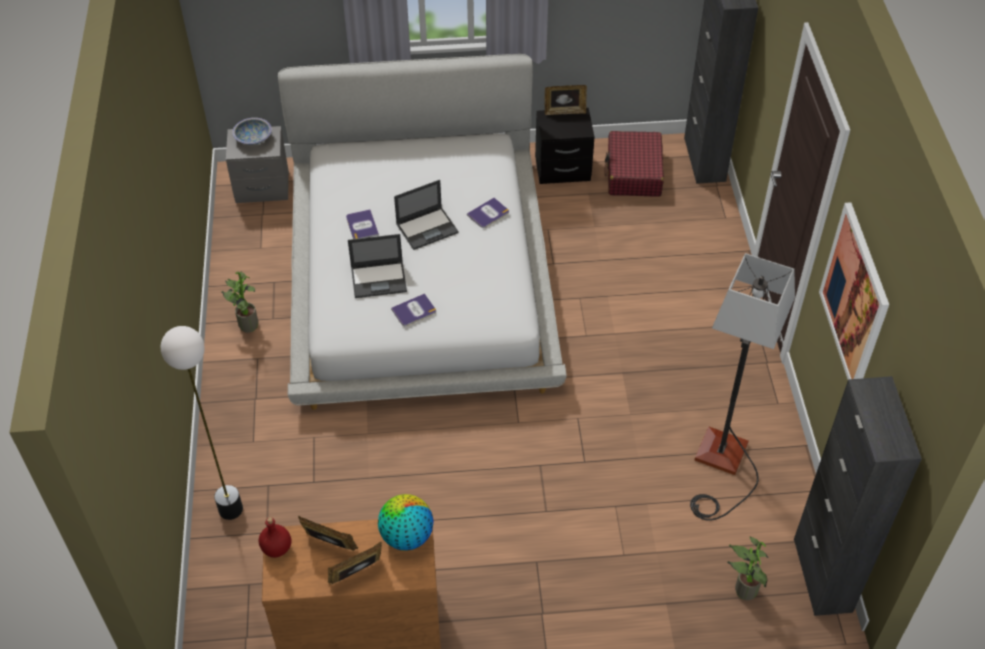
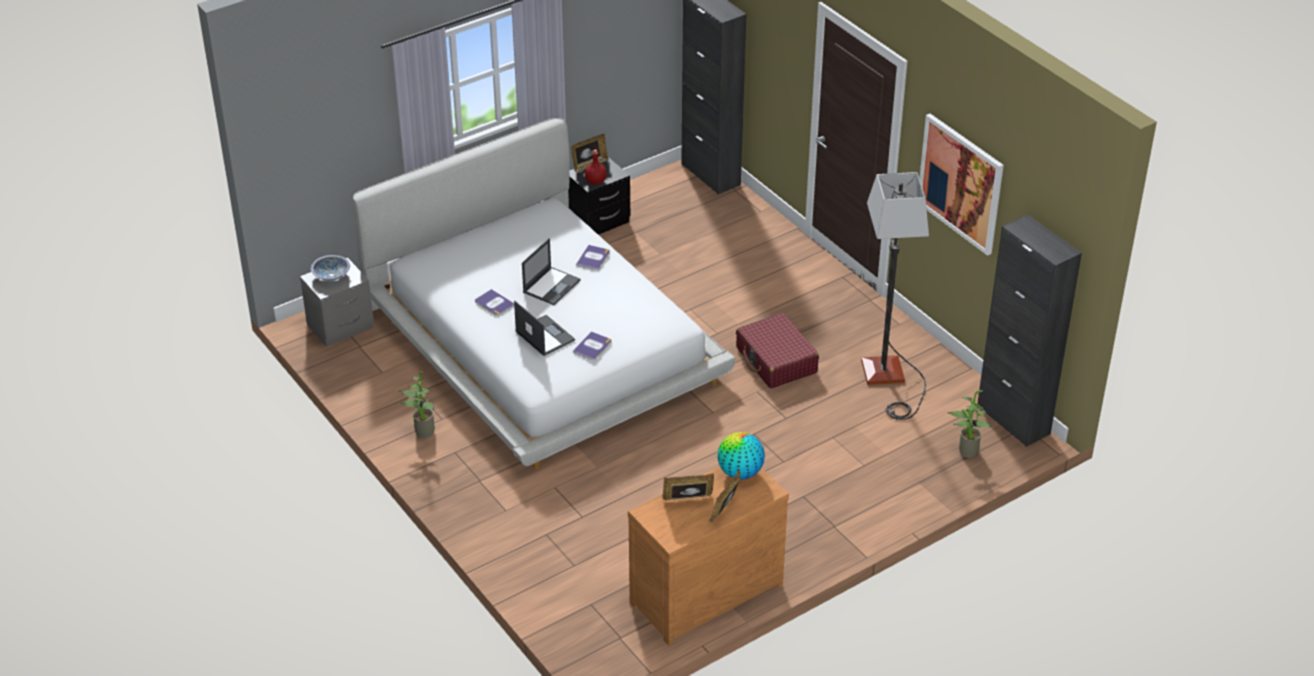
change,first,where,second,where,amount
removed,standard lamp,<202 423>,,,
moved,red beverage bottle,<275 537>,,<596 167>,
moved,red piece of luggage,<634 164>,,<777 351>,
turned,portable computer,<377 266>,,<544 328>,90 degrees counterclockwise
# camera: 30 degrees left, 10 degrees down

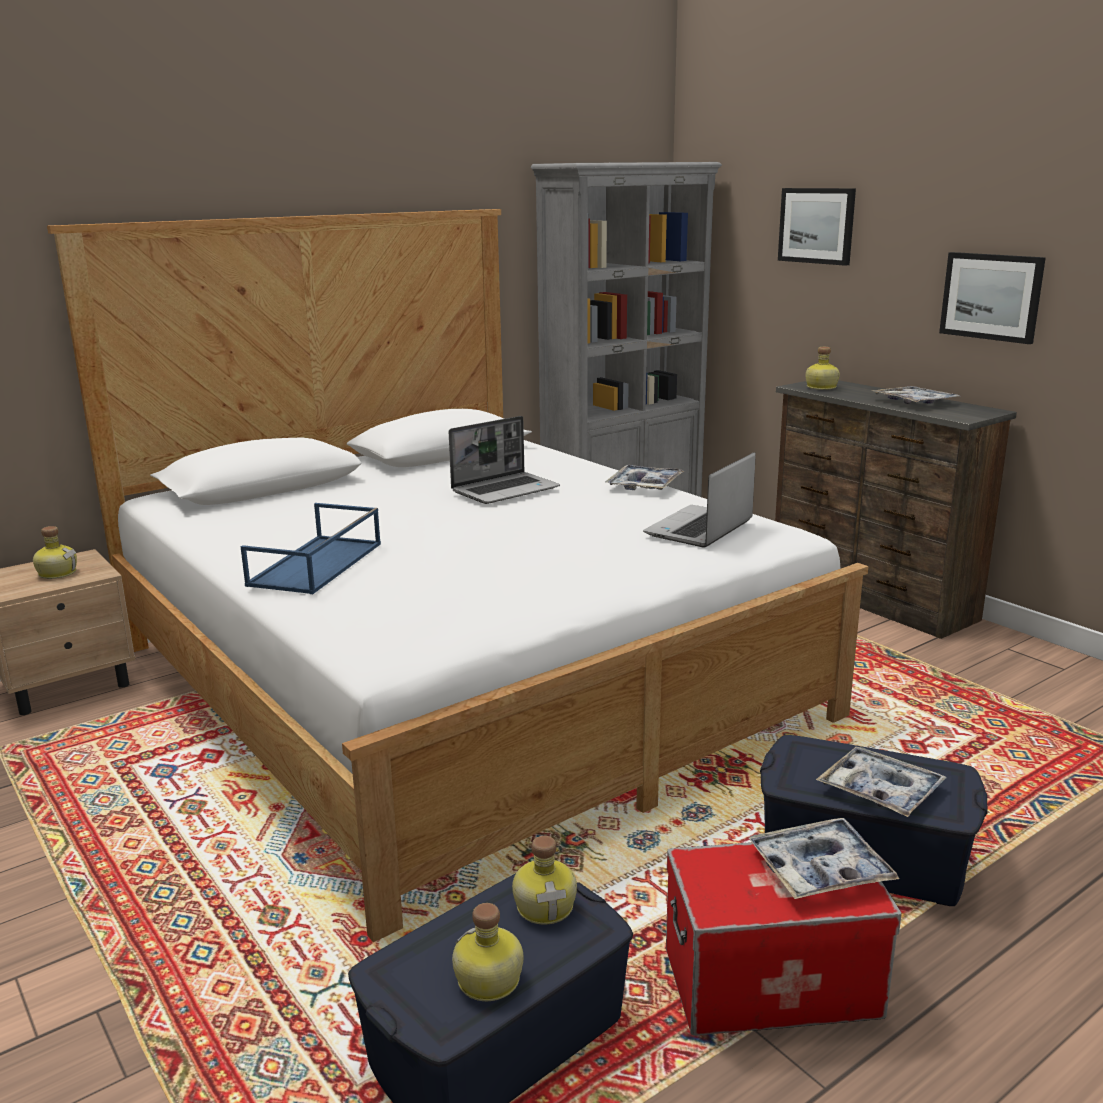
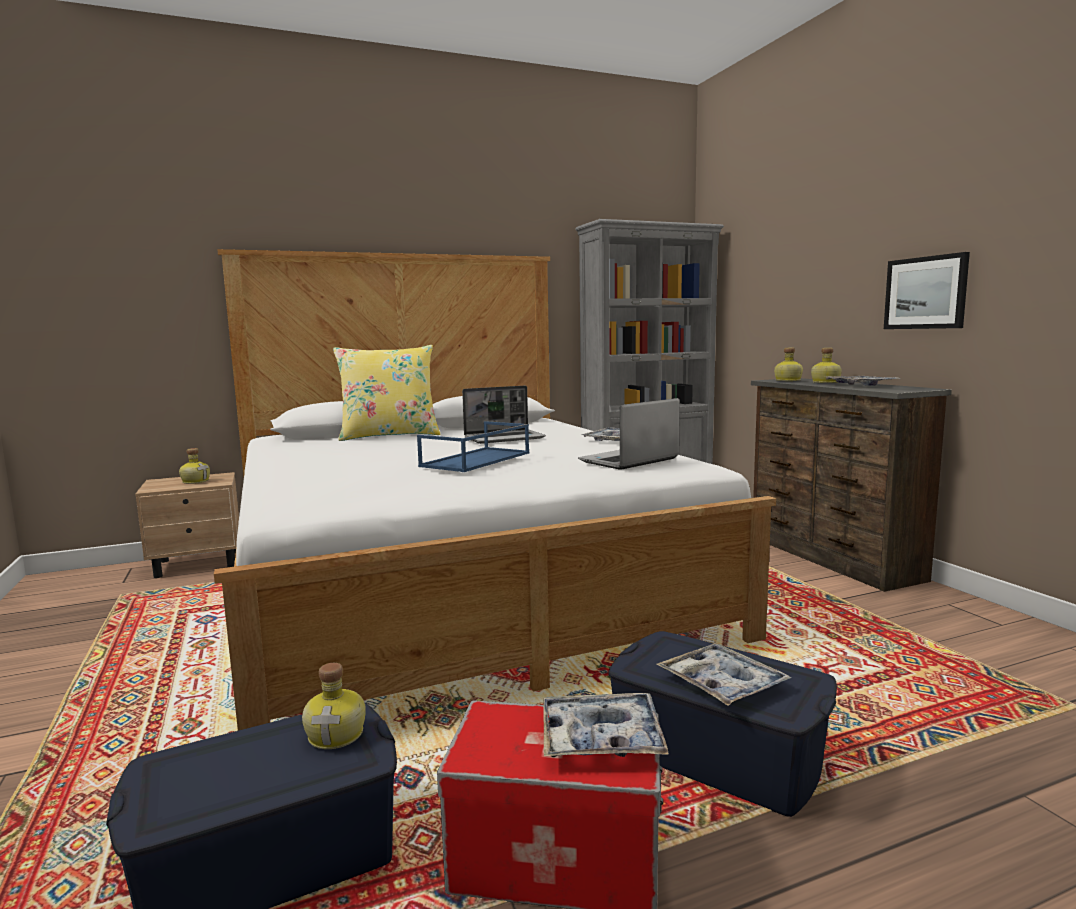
change,first,where,second,where,amount
removed,wall art,<817 227>,,,
added,,,yellowish throw pillow,<386 393>,
moved,bluish tray,<311 548>,,<473 446>,
moved,beverage bottle,<487 952>,,<826 365>,
# camera: 15 degrees right, 10 degrees down

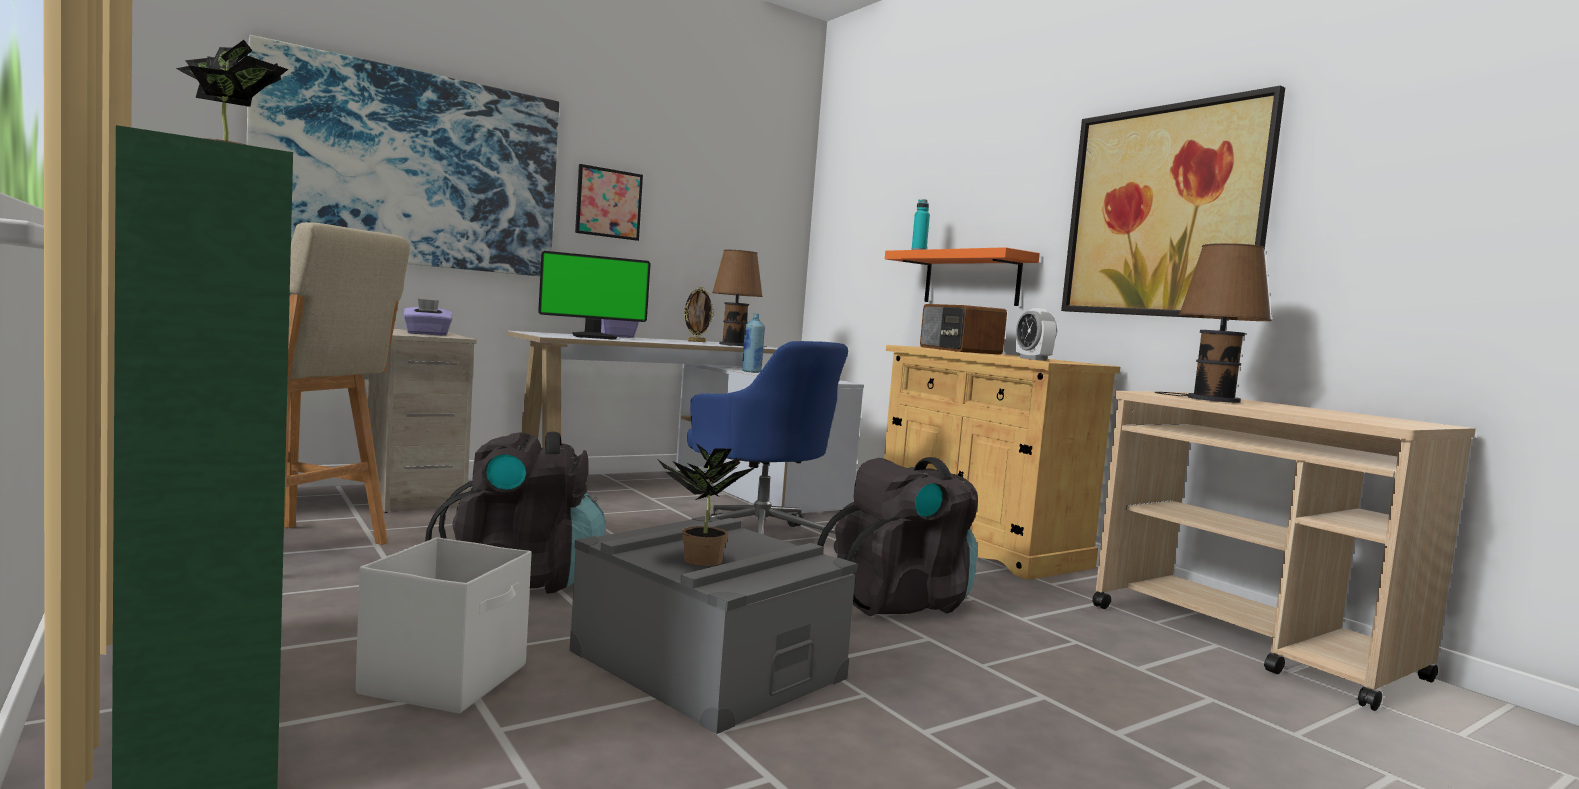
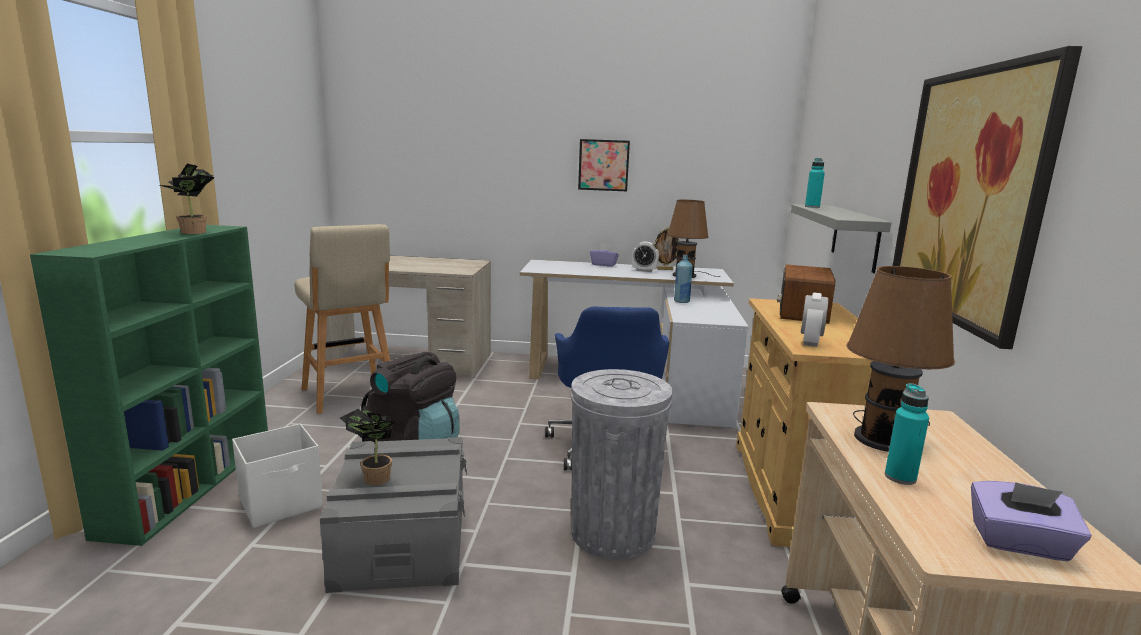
change,first,where,second,where,amount
removed,wall art,<403 155>,,,
removed,monitor,<594 295>,,,
added,,,alarm clock,<645 257>,
added,,,blue-green beverage bottle,<907 434>,
moved,purple tissue holder,<427 317>,,<1031 521>,
replaced,blackish rucksack,<897 536>,greyish trash can,<622 464>,
recoloured,orange-coloured bracket shelf,<962 276>,greyish bracket shelf,<841 238>,
# camera: 40 degrees right, 10 degrees up

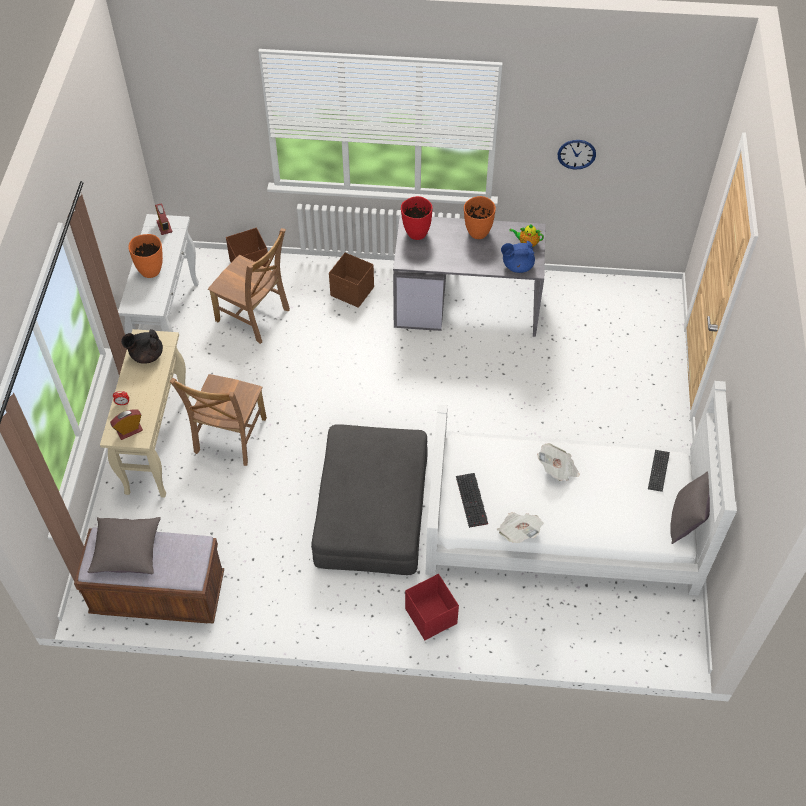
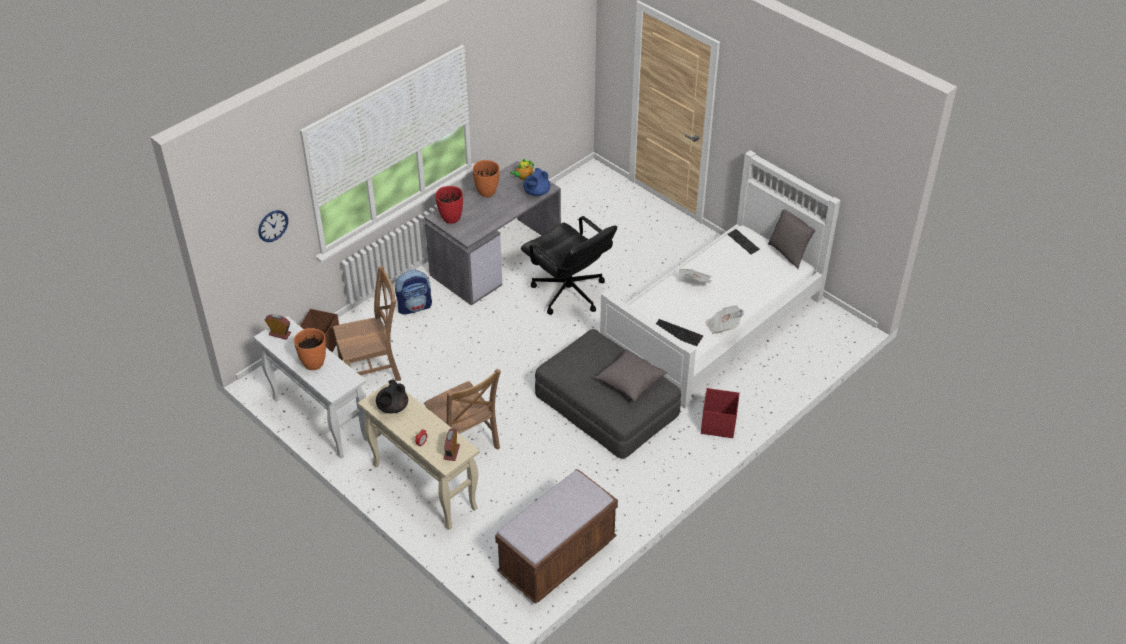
change,first,where,second,where,amount
added,,,blackish office chair,<569 265>,
moved,greyish throw pillow,<124 545>,,<631 375>,
moved,wall clock,<577 155>,,<273 226>,
replaced,brownish storage container,<351 280>,rucksack,<413 292>,
# camera: 50 degrees left, 10 degrees down

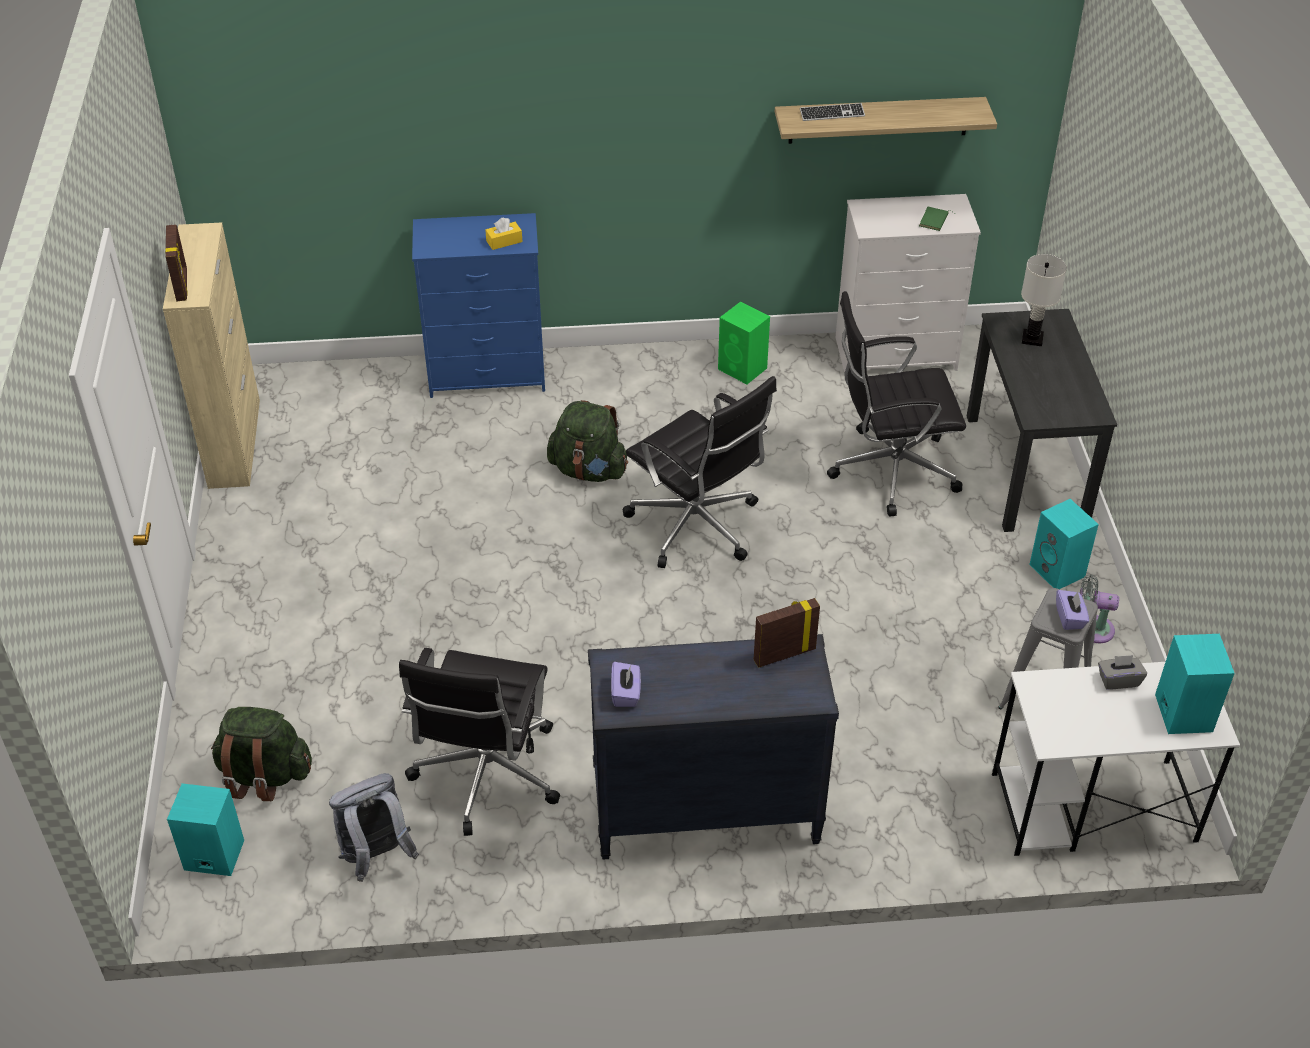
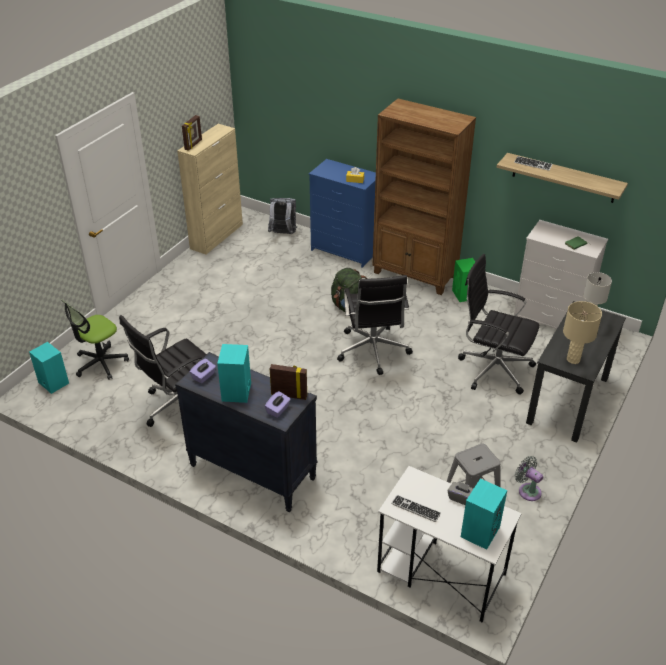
change,first,where,second,where,amount
added,,,brownish shelving unit,<424 197>,
added,,,PC keyboard,<416 508>,
added,,,sand-coloured tabletop lamp,<582 332>,
moved,greyish rucksack,<374 827>,,<282 216>,
moved,blue-green speaker,<1064 544>,,<234 373>,
moved,purple tissue holder,<1072 610>,,<278 404>,
replaced,greenish rucksack,<261 754>,office chair,<95 339>,
# camera: 35 degrees right, 5 degrees down

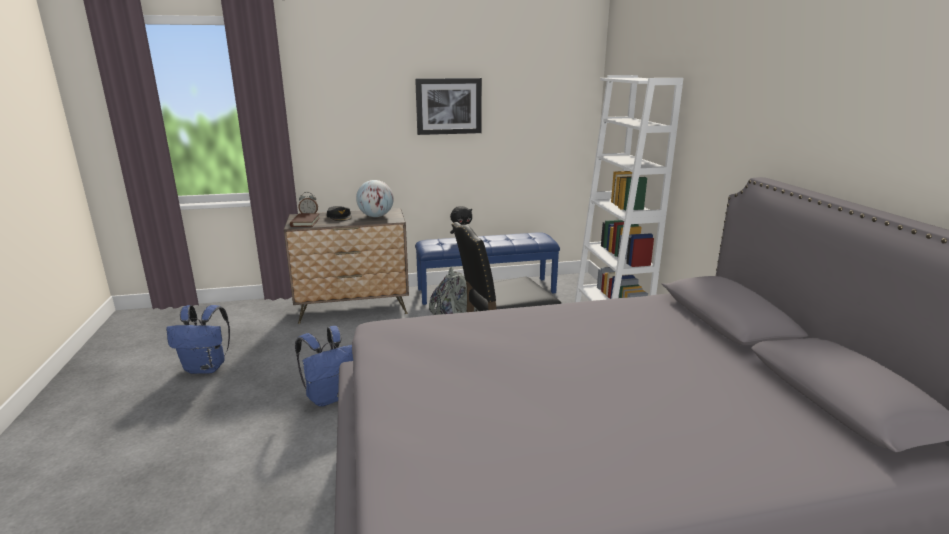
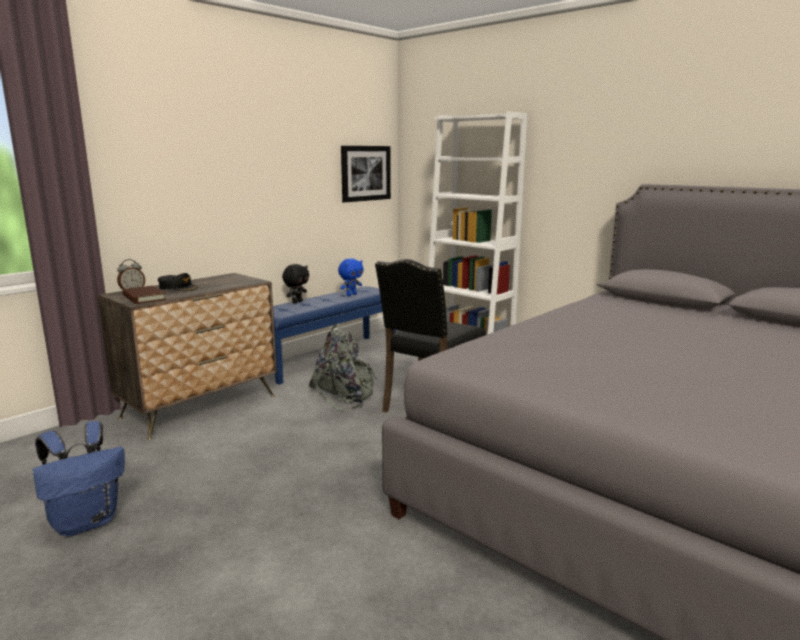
change,first,where,second,where,amount
removed,bluish rucksack,<324 366>,,,
removed,world globe,<375 198>,,,
added,,,bluish soft toy,<351 277>,
moved,wall art,<448 106>,,<366 174>,
# camera: 35 degrees left, 5 degrees down

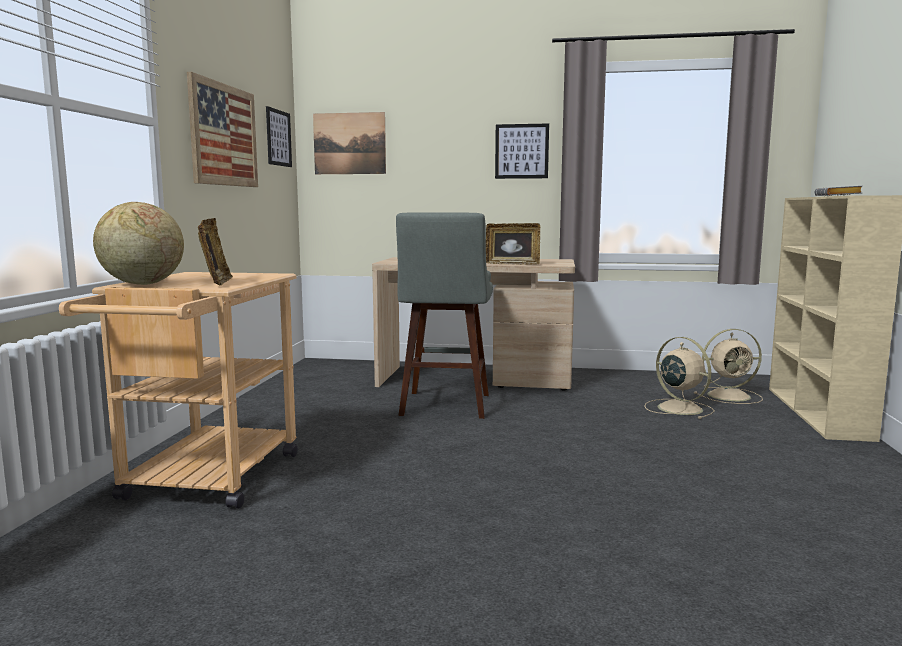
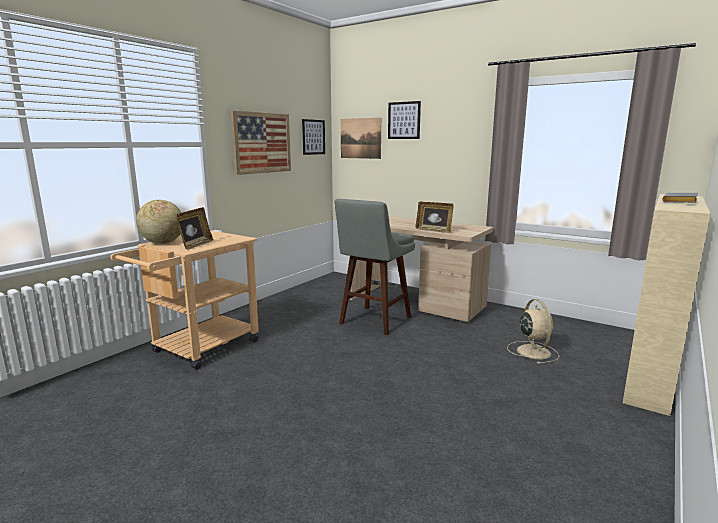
change,first,where,second,where,amount
removed,sand-coloured fan,<728 366>,,,
moved,wall art,<522 151>,,<404 120>,
# camera: 25 degrees right, 5 degrees up

